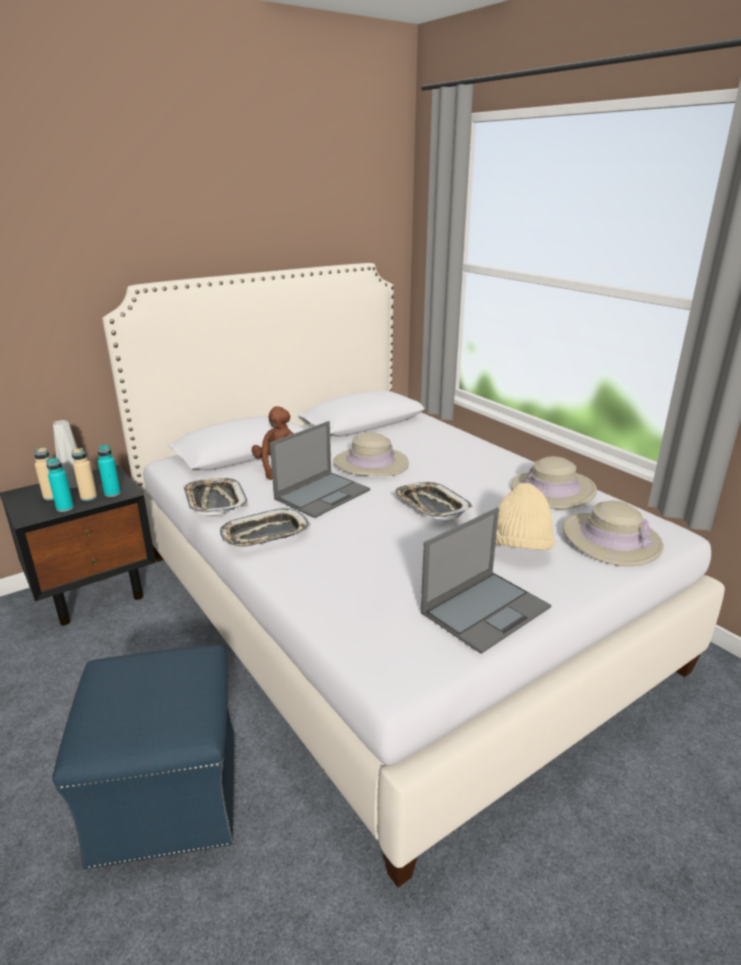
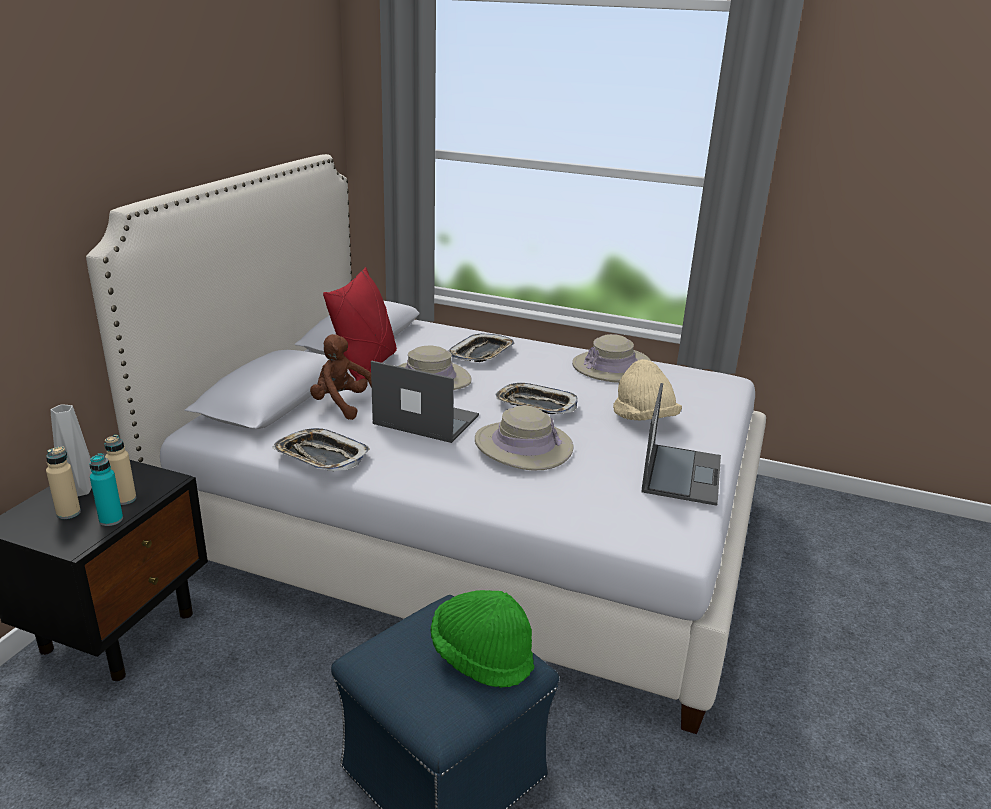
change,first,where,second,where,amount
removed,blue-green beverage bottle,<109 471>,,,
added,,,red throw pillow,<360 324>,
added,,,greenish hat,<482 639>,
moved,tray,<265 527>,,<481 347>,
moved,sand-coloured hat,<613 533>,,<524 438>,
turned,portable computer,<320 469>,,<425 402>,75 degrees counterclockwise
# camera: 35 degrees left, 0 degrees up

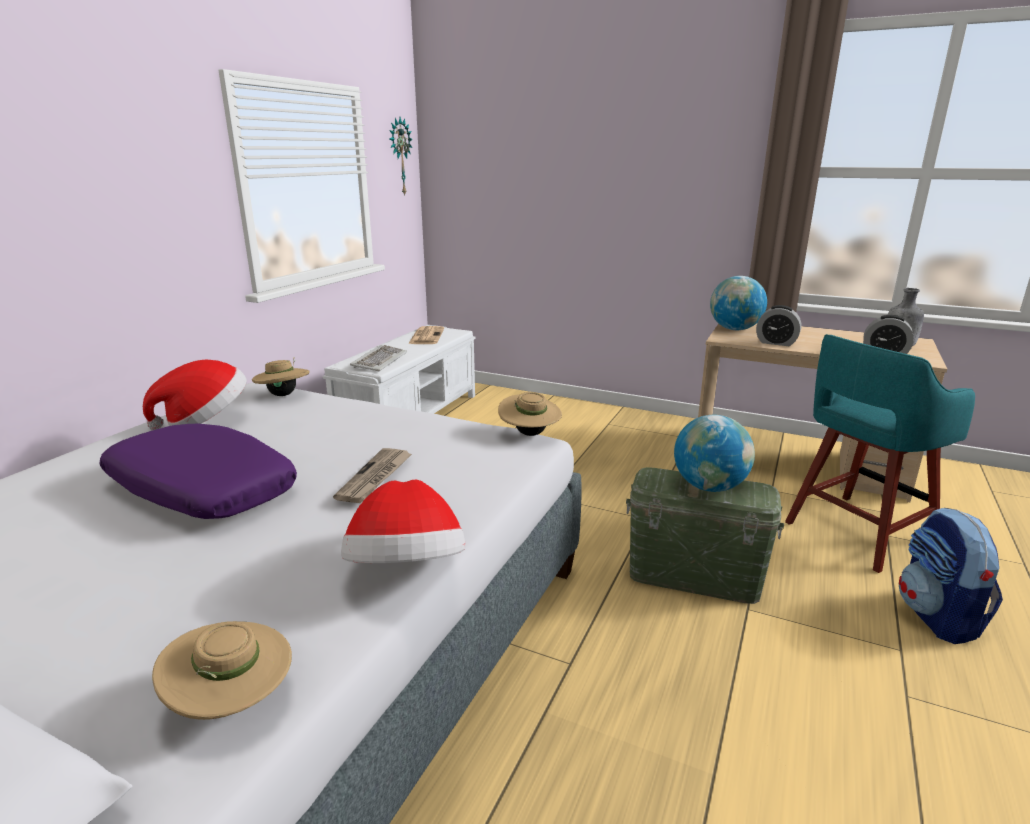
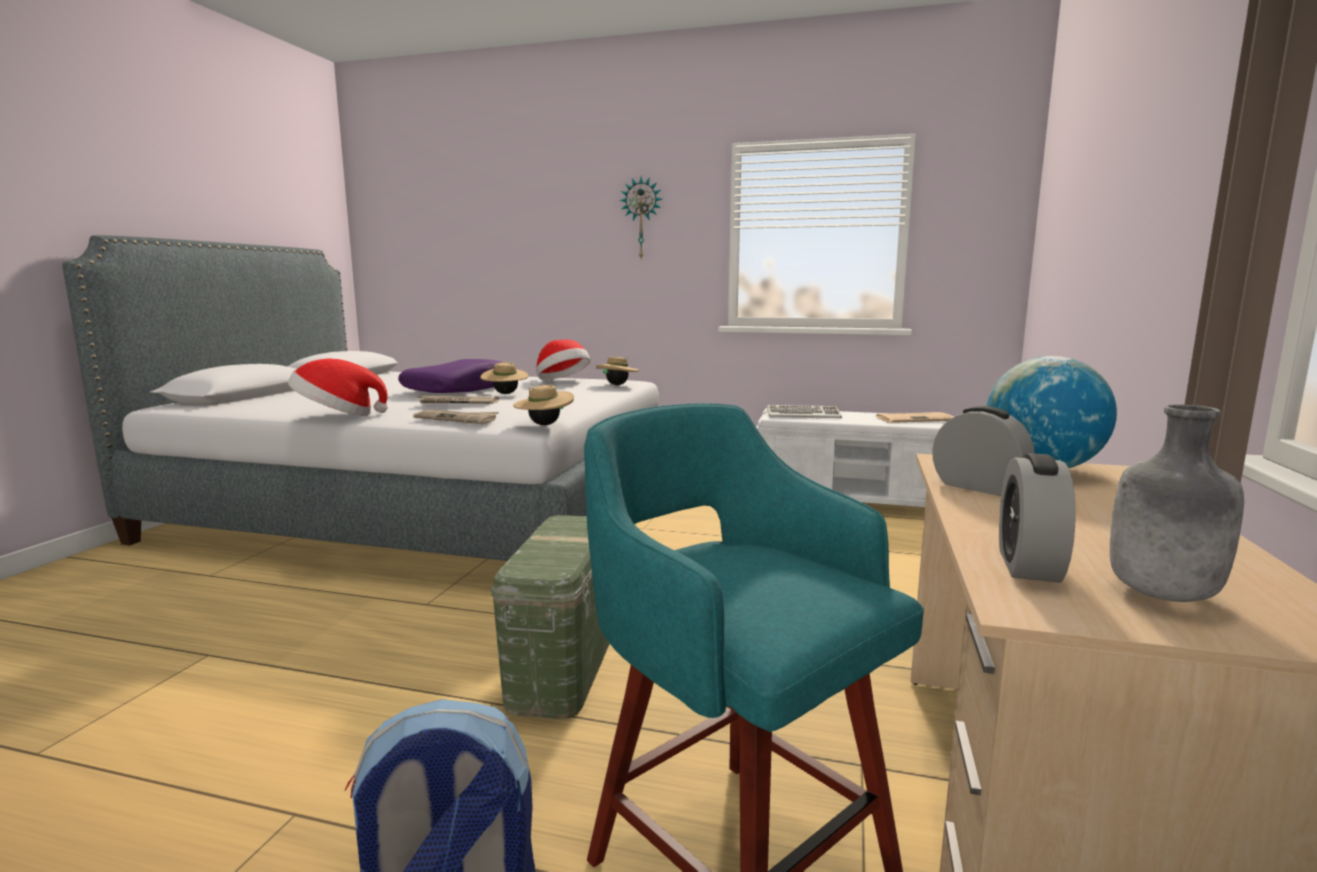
change,first,where,second,where,amount
removed,world globe,<714 453>,,,
added,,,daily paper,<456 417>,
moved,sand-coloured hat,<222 670>,,<504 378>,
moved,wall clock,<401 156>,,<641 218>,
turned,alarm clock,<778 325>,,<983 451>,120 degrees clockwise
# camera: 80 degrees right, 10 degrees down

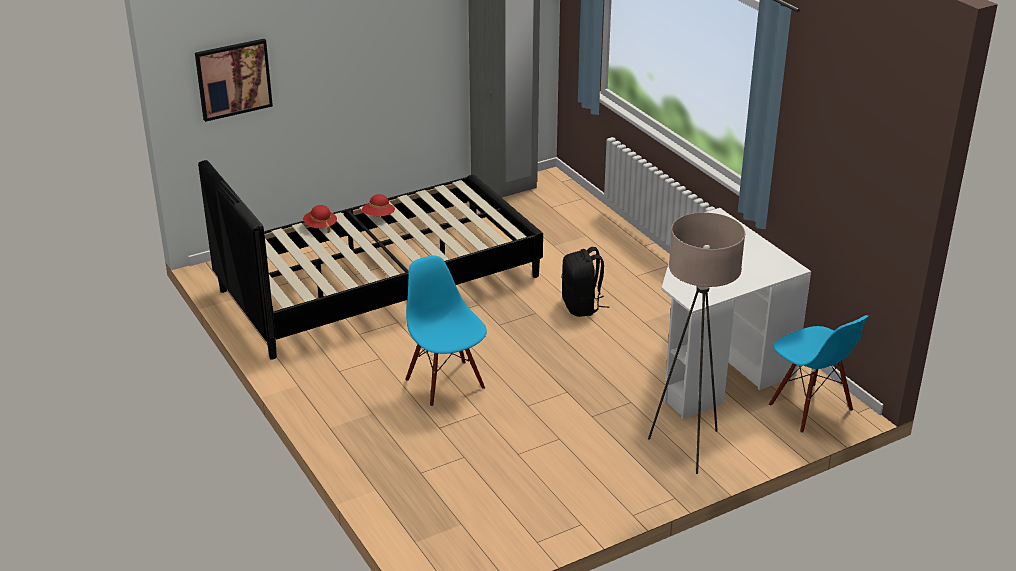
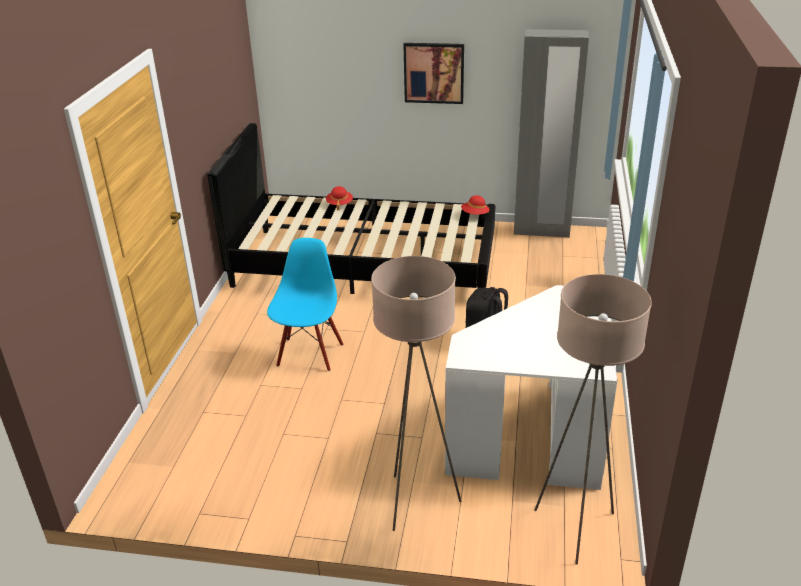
change,first,where,second,where,amount
moved,wall art,<234 80>,,<433 73>,
moved,red hat,<378 205>,,<475 205>,
replaced,bluish plain chair,<819 374>,sand-coloured standard lamp,<593 419>,
# camera: 40 degrees right, 0 degrees up

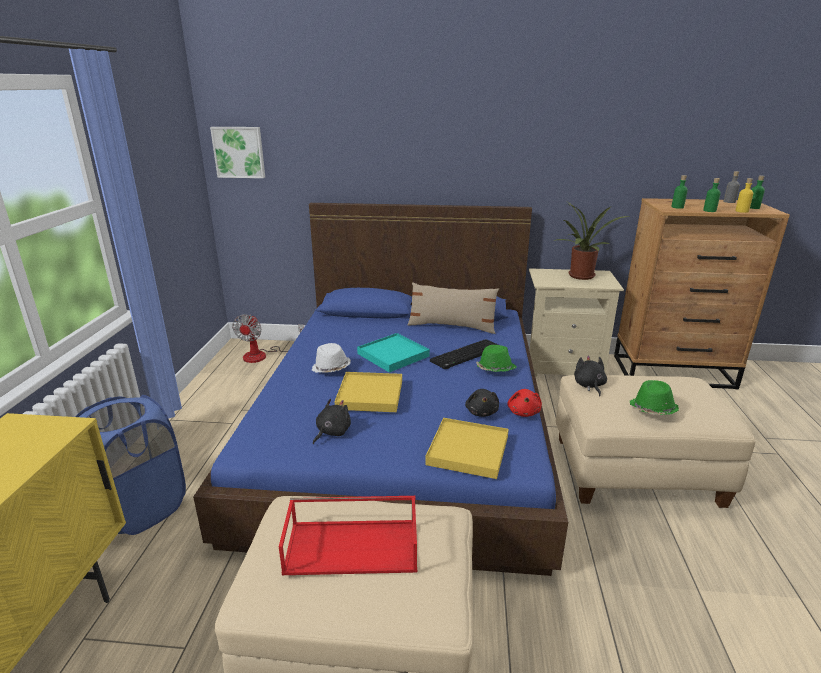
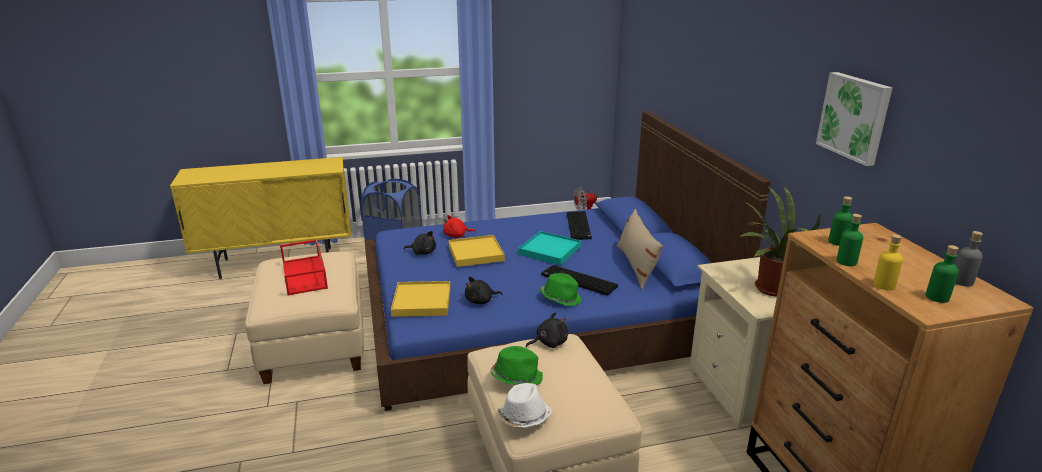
change,first,where,second,where,amount
added,,,PC keyboard,<579 225>,
moved,wall art,<237 152>,,<854 119>,
moved,whitish hat,<331 358>,,<525 405>,
moved,red soft toy,<524 403>,,<459 226>,
# camera: 70 degrees right, 0 degrees up

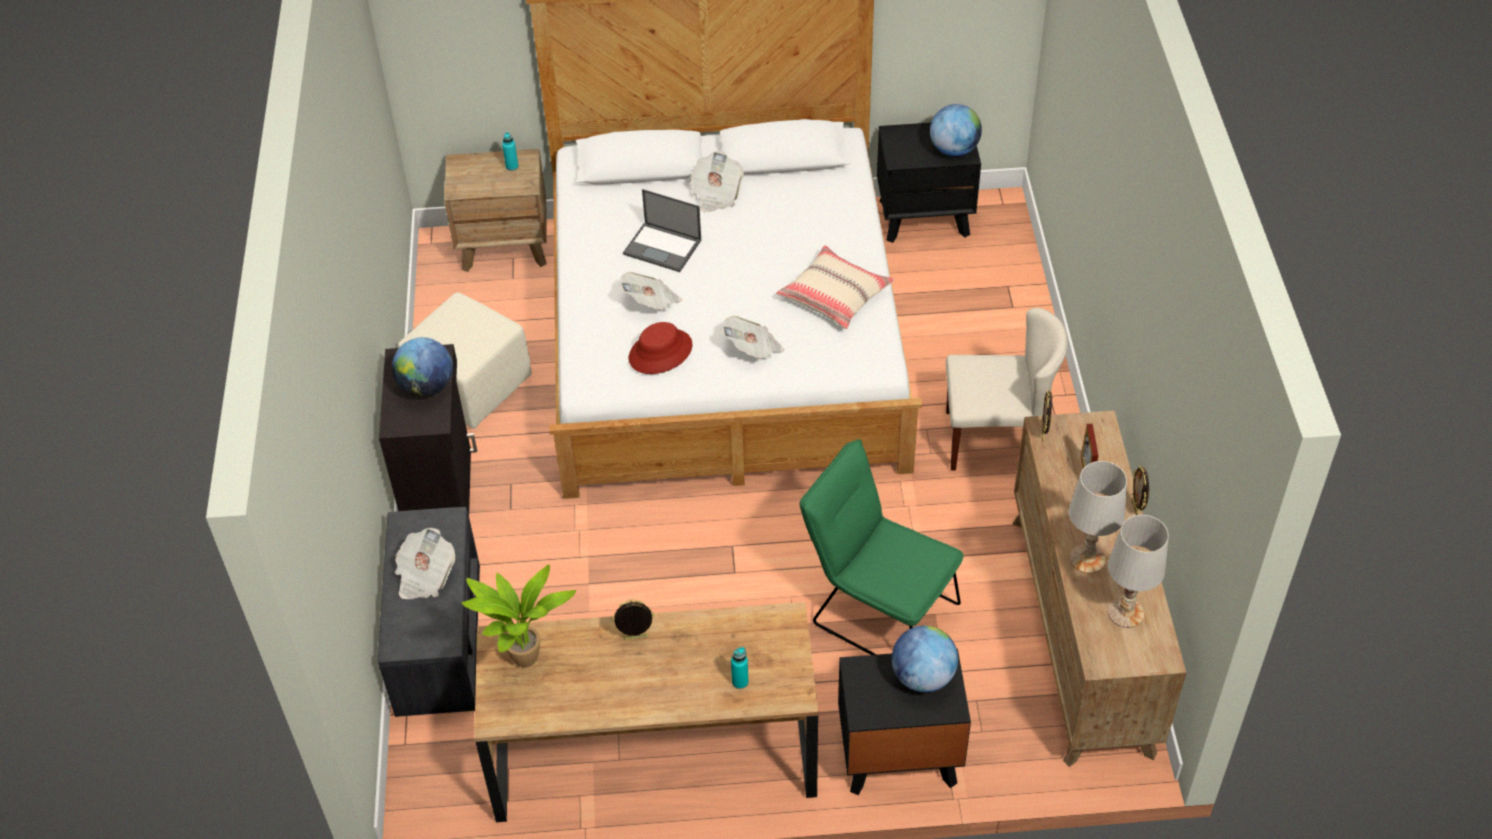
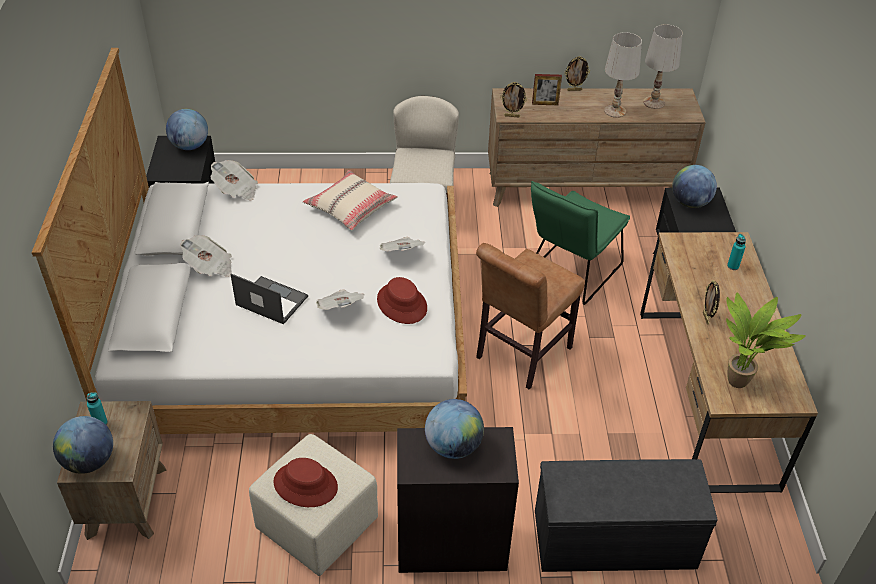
change,first,where,second,where,amount
added,,,world globe,<83 445>,
added,,,red hat,<305 482>,
added,,,brownish plain chair,<530 316>,
moved,daily paper,<425 563>,,<234 180>,
turned,portable computer,<662 230>,,<269 299>,90 degrees counterclockwise
# camera: 90 degrees left, 5 degrees down

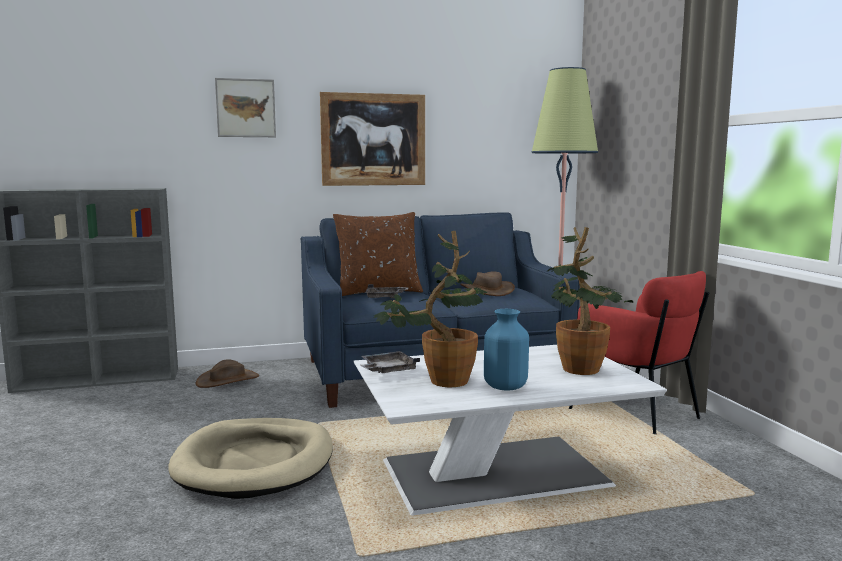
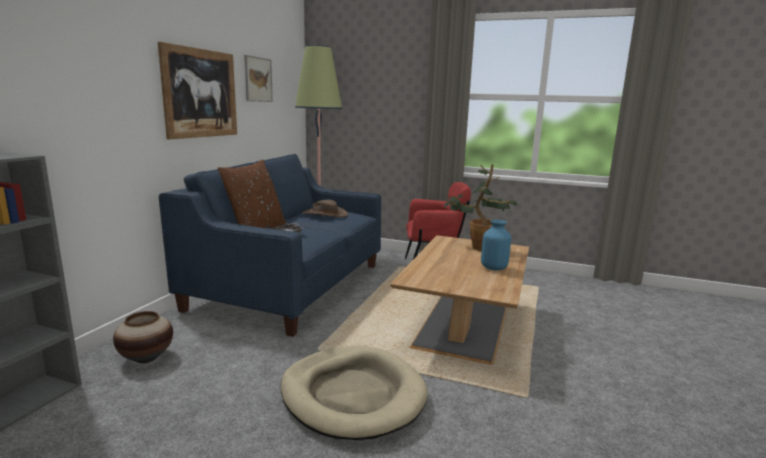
change,first,where,second,where,amount
removed,greyish tray,<390 362>,,,
removed,potted plant,<430 309>,,,
moved,wall art,<245 107>,,<258 78>,
replaced,brownish hat,<227 373>,decorative vase,<143 337>,
recoloured,whitish low table,<510 430>,brownish low table,<459 300>,
# camera: 55 degrees left, 5 degrees up

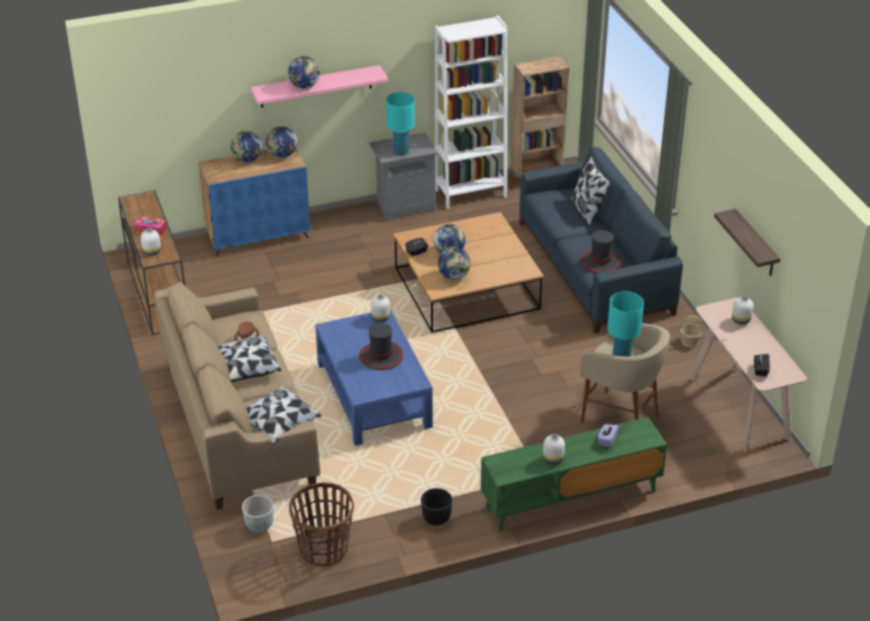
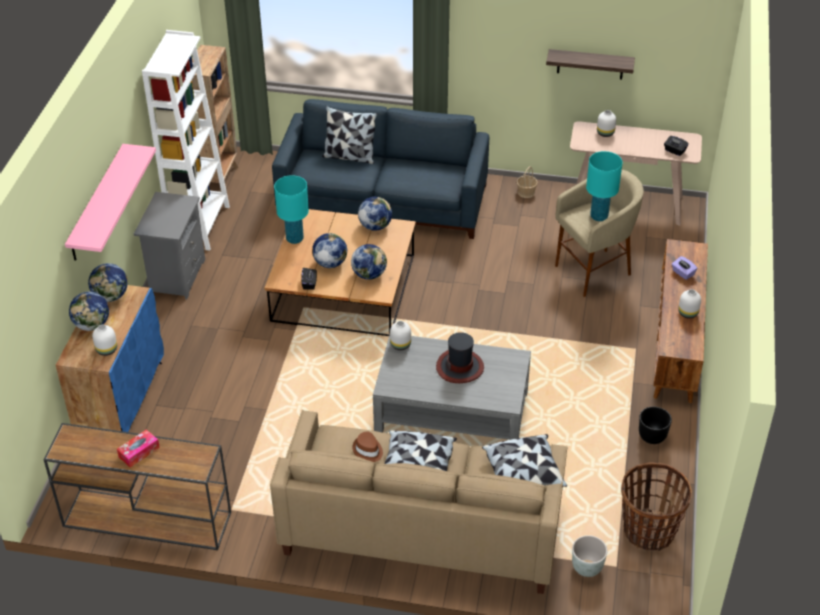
change,first,where,second,where,amount
removed,hat,<600 251>,,,
moved,whitish decorative vase,<151 242>,,<104 340>,
moved,world globe,<304 72>,,<375 214>,
moved,blue-green tabletop lamp,<400 123>,,<291 209>,
recoloured,bluish low table,<374 377>,greyish low table,<452 387>,
recoloured,greenish tv unit,<574 474>,brownish tv unit,<680 321>,
# camera: 60 degrees left, 5 degrees up

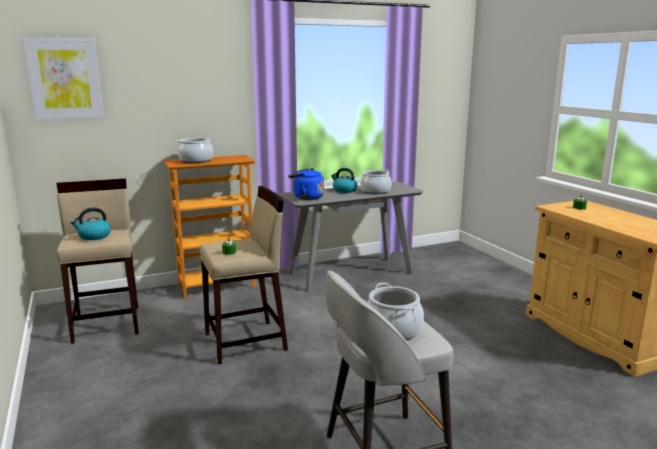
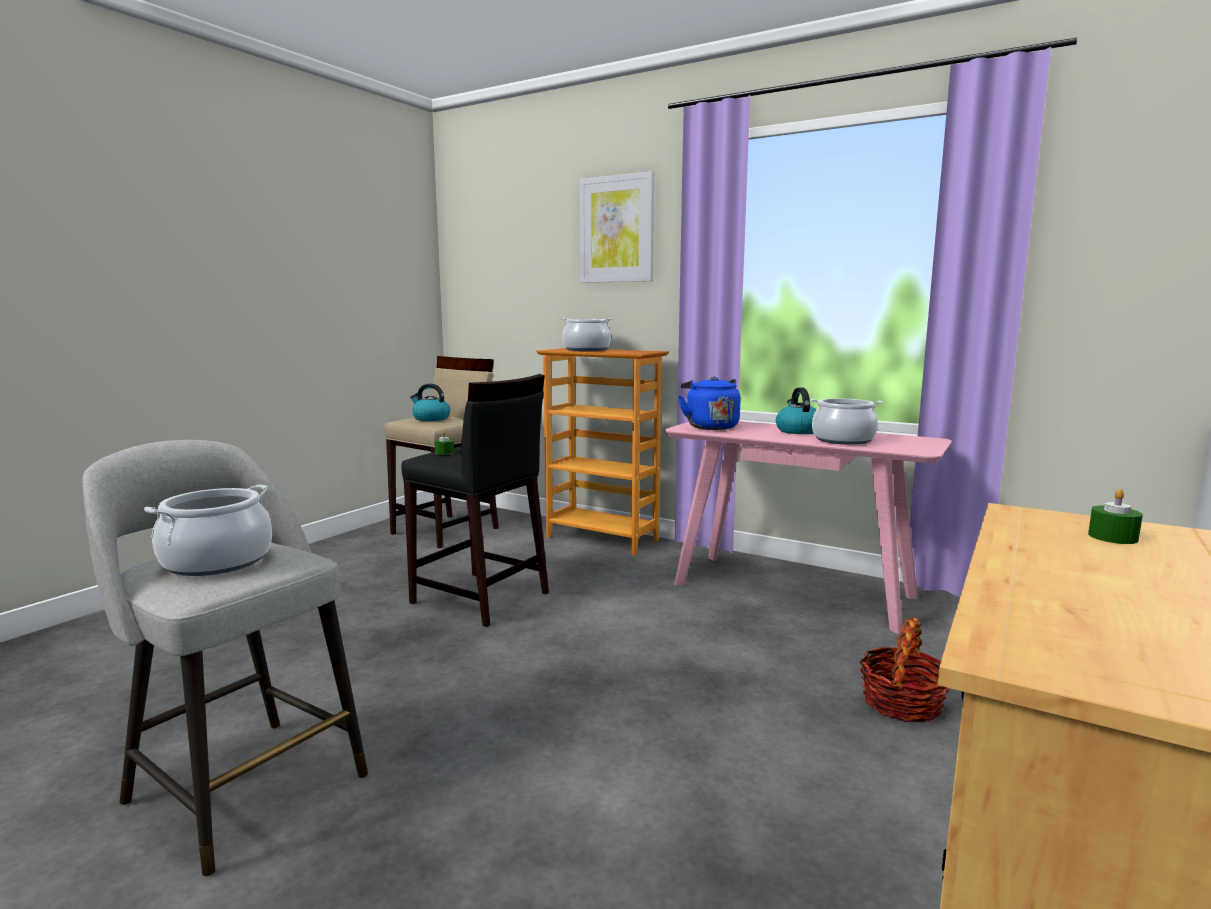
change,first,where,second,where,amount
added,,,household basket,<904 670>,
moved,wall art,<63 78>,,<616 227>,
recoloured,sand-coloured stool seat,<244 275>,blackish stool seat,<475 500>,
recoloured,greyish narrow table,<351 237>,pinkish narrow table,<808 527>,
# camera: 55 degrees right, 5 degrees down

